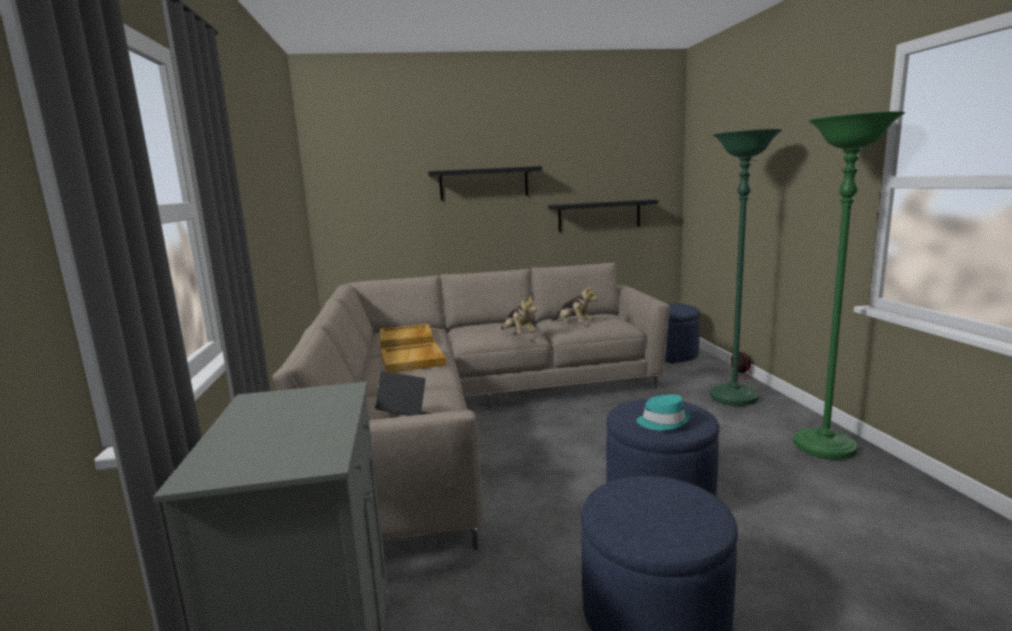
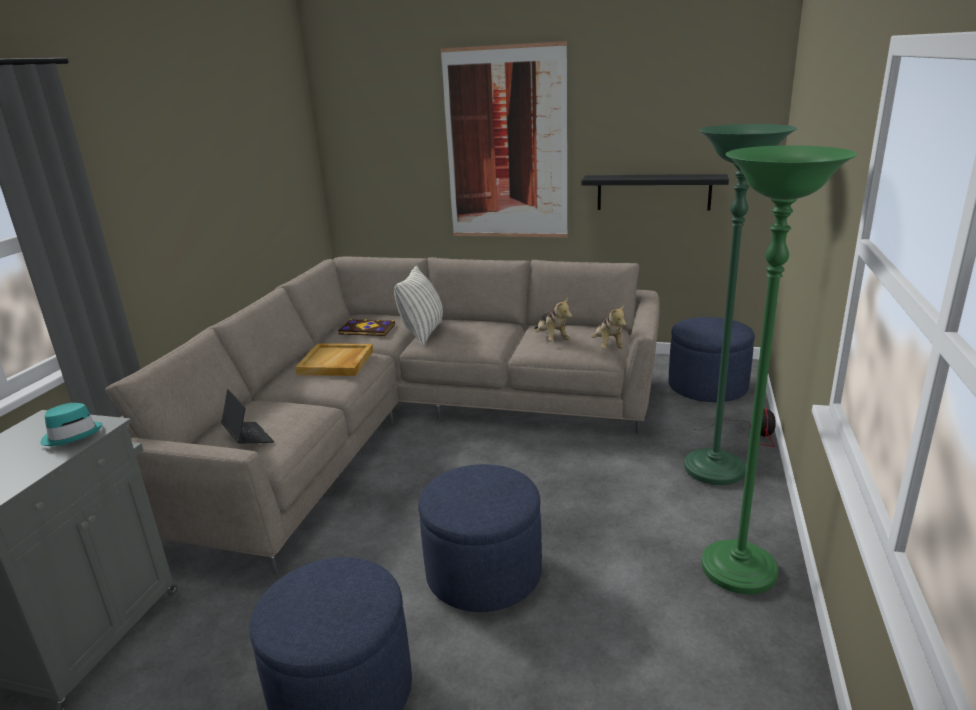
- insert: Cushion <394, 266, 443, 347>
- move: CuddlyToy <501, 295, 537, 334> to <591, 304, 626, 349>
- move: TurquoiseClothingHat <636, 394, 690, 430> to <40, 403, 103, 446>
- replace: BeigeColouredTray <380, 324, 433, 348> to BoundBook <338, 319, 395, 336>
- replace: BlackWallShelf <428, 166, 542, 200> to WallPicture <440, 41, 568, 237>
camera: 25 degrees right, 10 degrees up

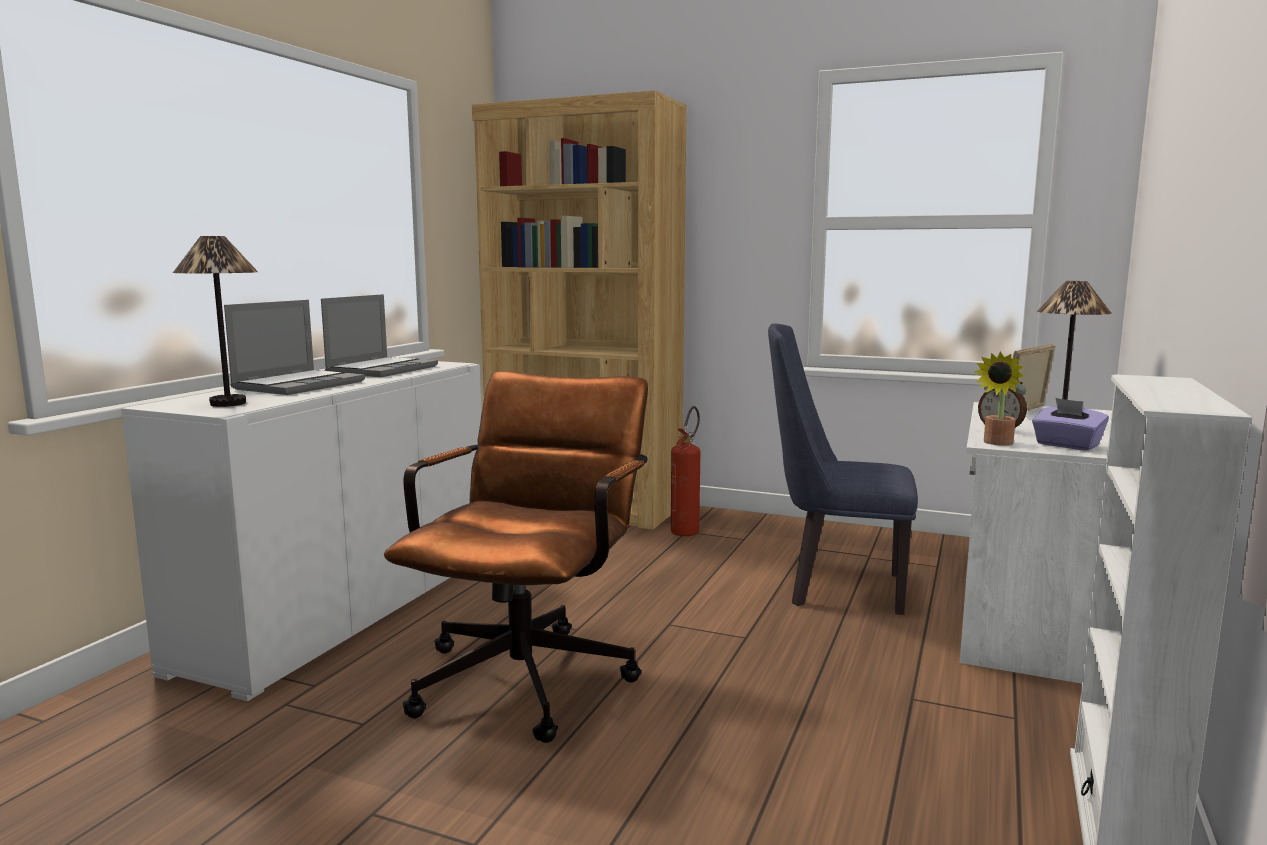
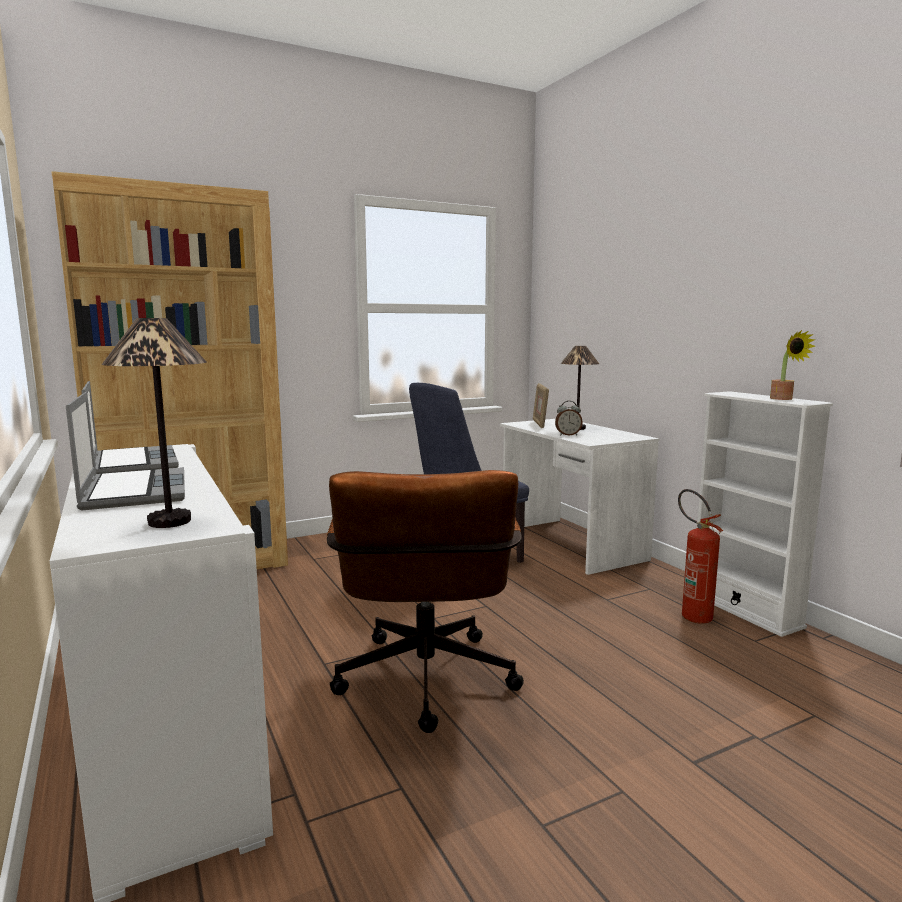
- delete: PurpleColouredBoxOfTissues <1032, 398, 1109, 451>
- move: FireFightingCylinder <671, 406, 700, 536> to <678, 489, 723, 624>
- move: PottedPlant <974, 352, 1024, 446> to <770, 330, 815, 400>
- rotate: BrownDeskChair <384, 371, 648, 743> = <327, 470, 524, 733> 150 degrees counterclockwise
camera: 50 degrees left, 0 degrees up

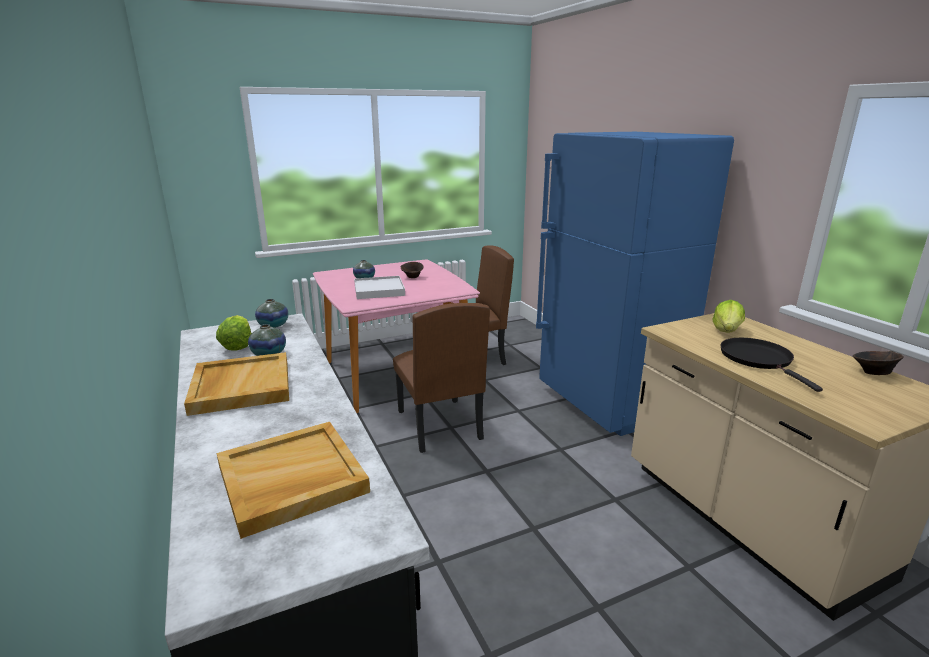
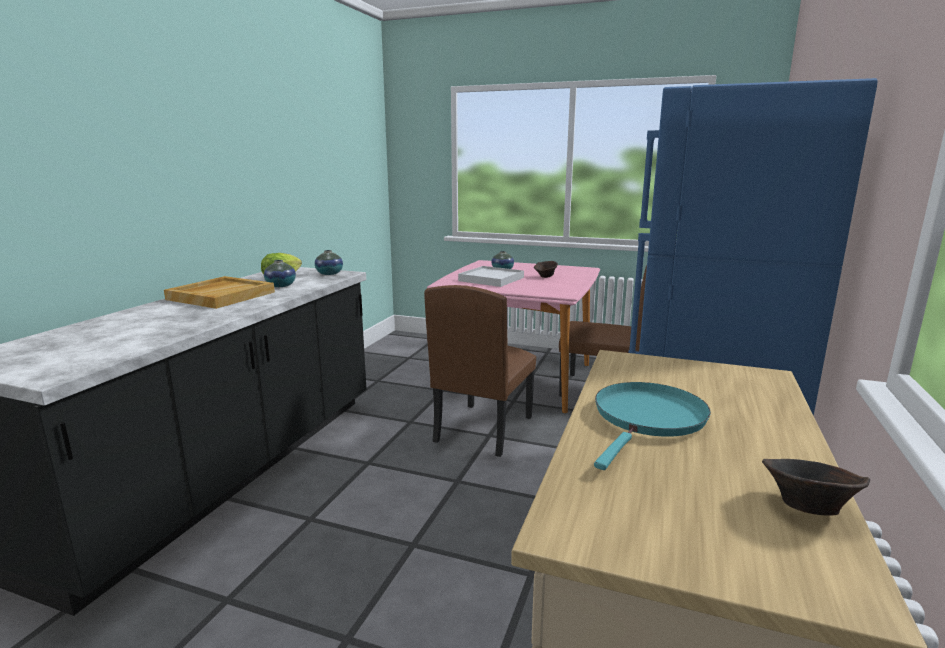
- delete: BeigeColouredTray <217, 422, 370, 539>
- delete: Lettuce <712, 300, 745, 332>
- recolor: BlackPan <721, 338, 823, 392> to TurquoisePan <594, 382, 711, 470>
camera: 45 degrees right, 5 degrees down

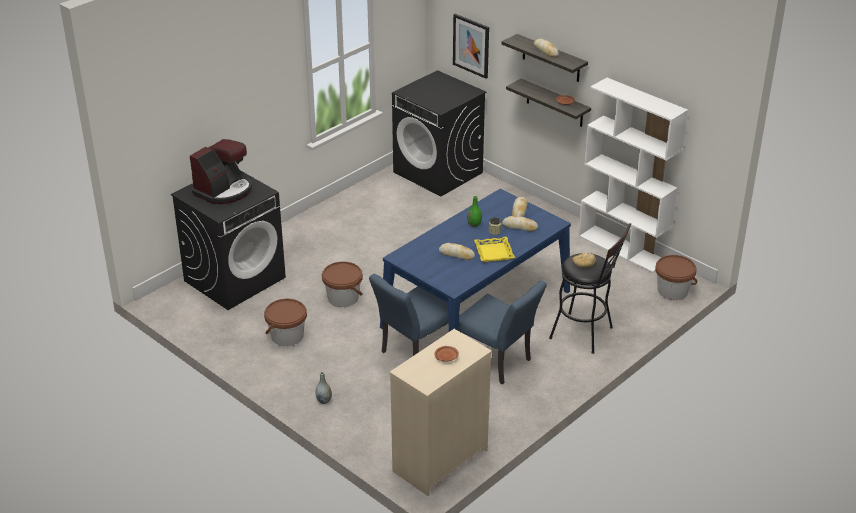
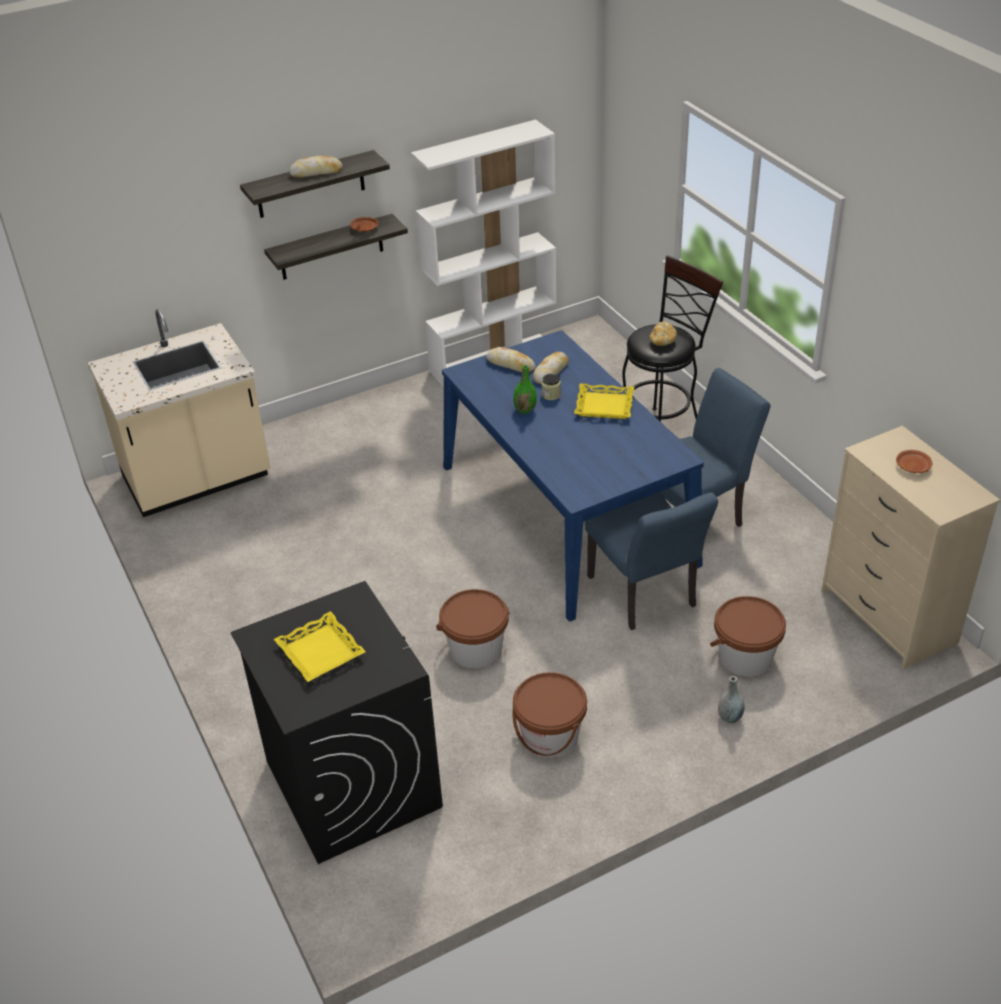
- delete: BakedBread <439, 243, 475, 260>
- delete: WallPicture <453, 14, 489, 79>
- move: BrownWaterBucket <655, 255, 697, 300> to <710, 596, 786, 677>
- replace: CoffeeMaker <190, 139, 252, 204> to YellowishTray <274, 611, 366, 682>
- replace: BlackLaundryAppliance <392, 70, 487, 196> to BeigeColouredCounter <88, 309, 271, 517>
camera: 70 degrees left, 5 degrees up

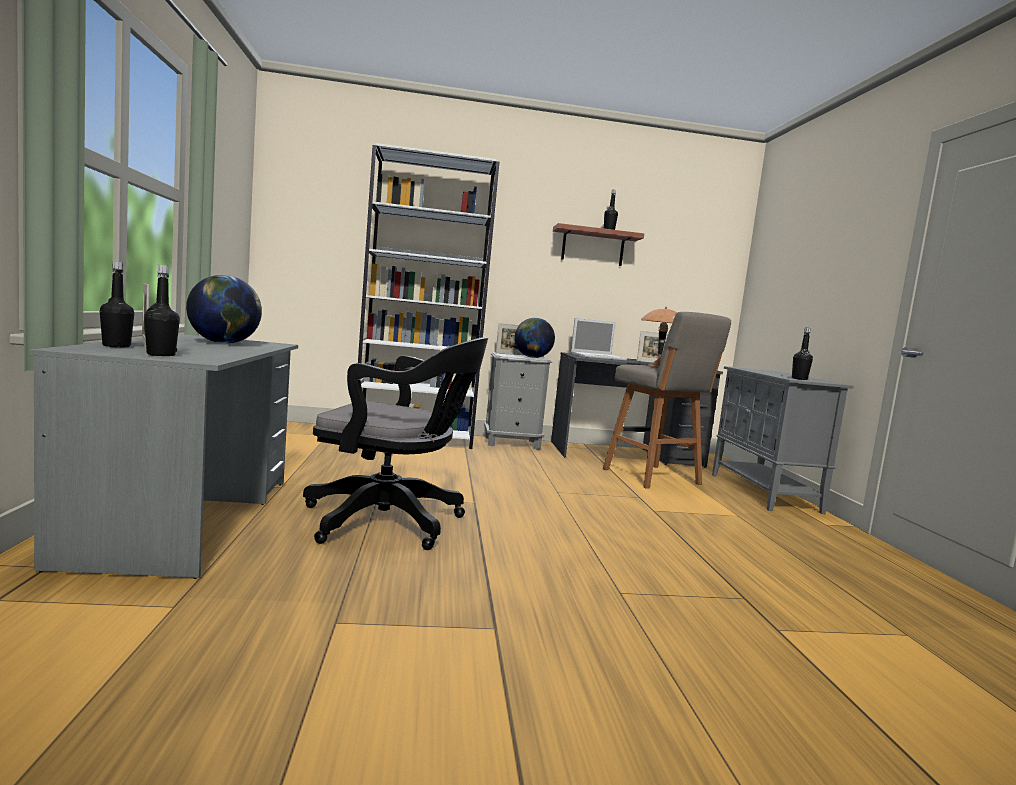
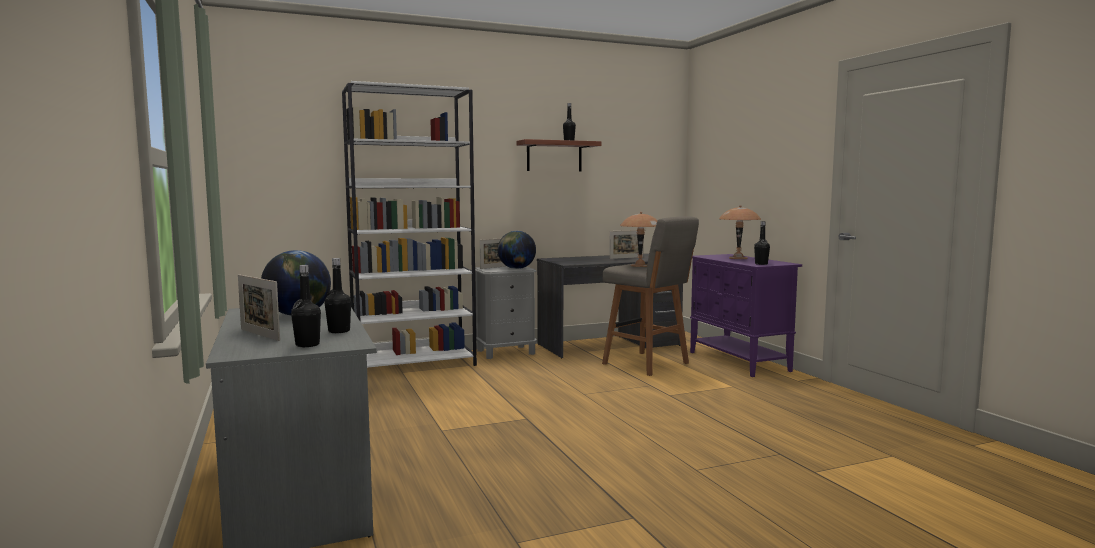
- delete: BlackDeskChair <303, 337, 488, 550>
- delete: Laptop <571, 318, 627, 361>
- insert: BrownTableLamp <719, 205, 761, 259>
- move: BlackDrinkBottle <100, 261, 134, 347> to <325, 258, 351, 333>
- recolor: GreyStorageCabinet <712, 366, 854, 514> to PurpleColouredStorageCabinet <690, 254, 802, 377>
camera: 15 degrees left, 0 degrees up

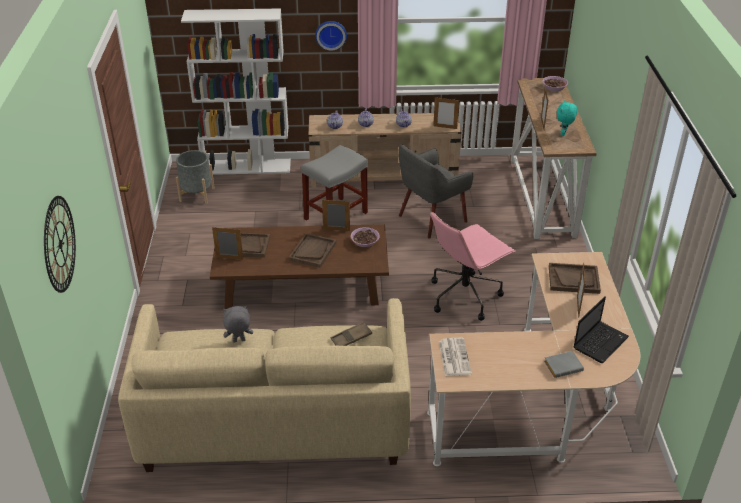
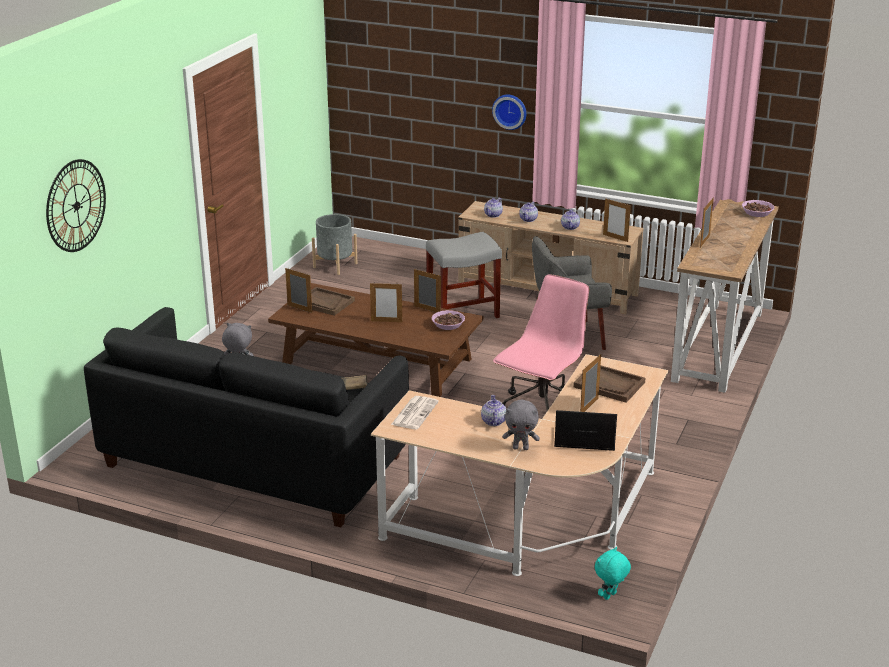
- delete: WhiteColouredBookcase <181, 8, 291, 175>
- insert: PotForTea <481, 395, 506, 426>
- move: TurquoiseCuddlyToy <557, 101, 577, 136> to <595, 547, 631, 600>
- replace: BrownTray <289, 233, 336, 268> to StandingFrame <370, 283, 402, 322>
- replace: GreyBoundBook <544, 351, 584, 378> to GreyCuddlyToy <503, 400, 540, 450>
- recolor: BeigeColouredSettee <118, 298, 411, 472> to BlackSettee <84, 307, 409, 527>
- rotate: PinkishDeskChair <431, 211, 516, 321> = <493, 275, 589, 411> 135 degrees clockwise
- rotate: Laptop <574, 296, 629, 363> = <554, 410, 617, 451> 150 degrees counterclockwise
camera: 25 degrees right, 10 degrees down

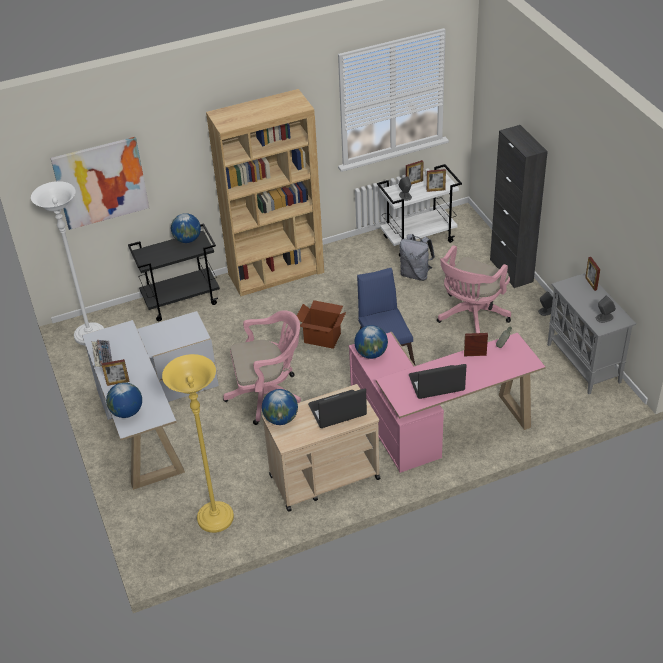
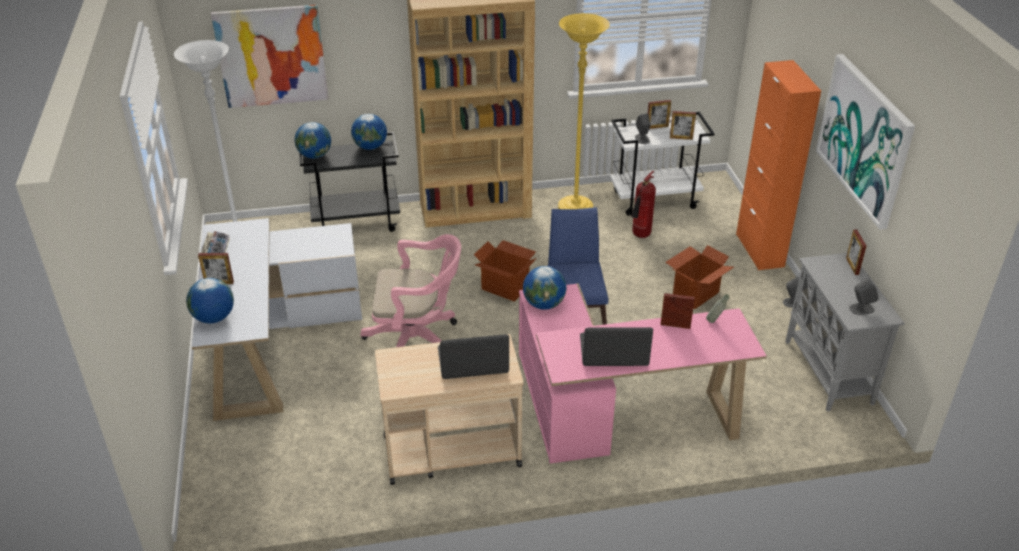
- insert: WallPicture <816, 54, 915, 230>
- move: YellowishStandardLamp <162, 354, 234, 533> to <558, 13, 610, 209>
- move: WorldGlobe <262, 389, 298, 425> to <295, 122, 331, 158>
- replace: GreyBackpack <400, 234, 435, 281> to FireFightingCylinder <631, 171, 656, 238>
- replace: PinkishDeskChair <437, 245, 511, 333> to CardboardBox <665, 245, 734, 309>
- recolor: BlackStorageCabinet <490, 125, 548, 288> to OrangeyStorageCabinet <736, 60, 821, 270>
camera: 10 degrees right, 5 degrees down

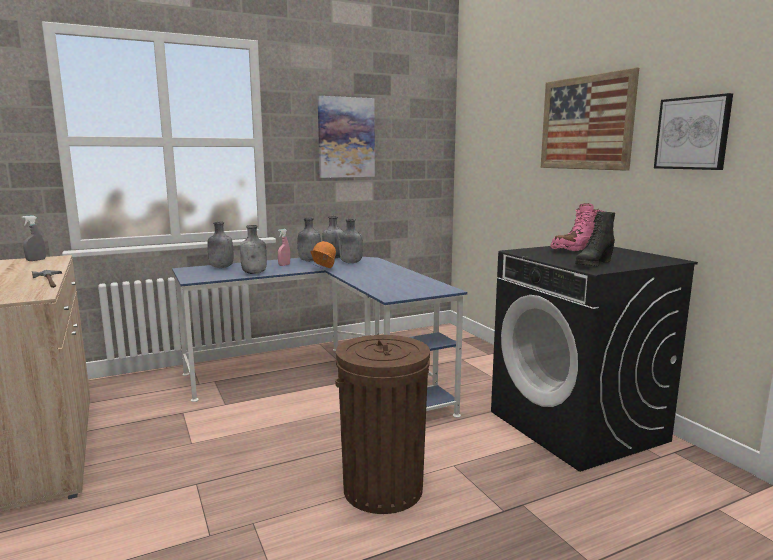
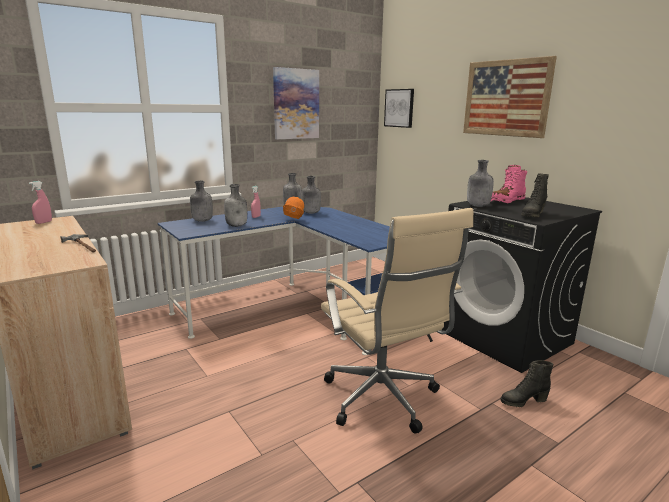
- insert: BlackHighTopBoot <500, 360, 554, 407>
- move: GreyDrinkBottle <298, 218, 321, 261> to <467, 160, 494, 207>
- move: WallPicture <654, 93, 733, 170> to <384, 89, 414, 128>
- replace: BrownWasteBin <335, 335, 430, 514> to BeigeColouredDeskChair <321, 208, 474, 434>
- recolor: GreySprayer <22, 215, 46, 261> to PinkishSprayer <29, 181, 52, 224>
camera: 10 degrees left, 5 degrees up

